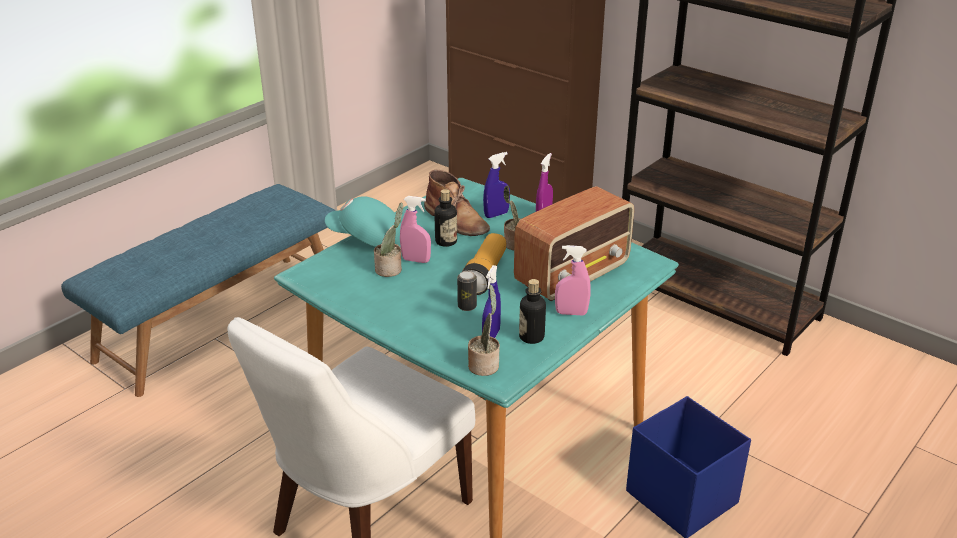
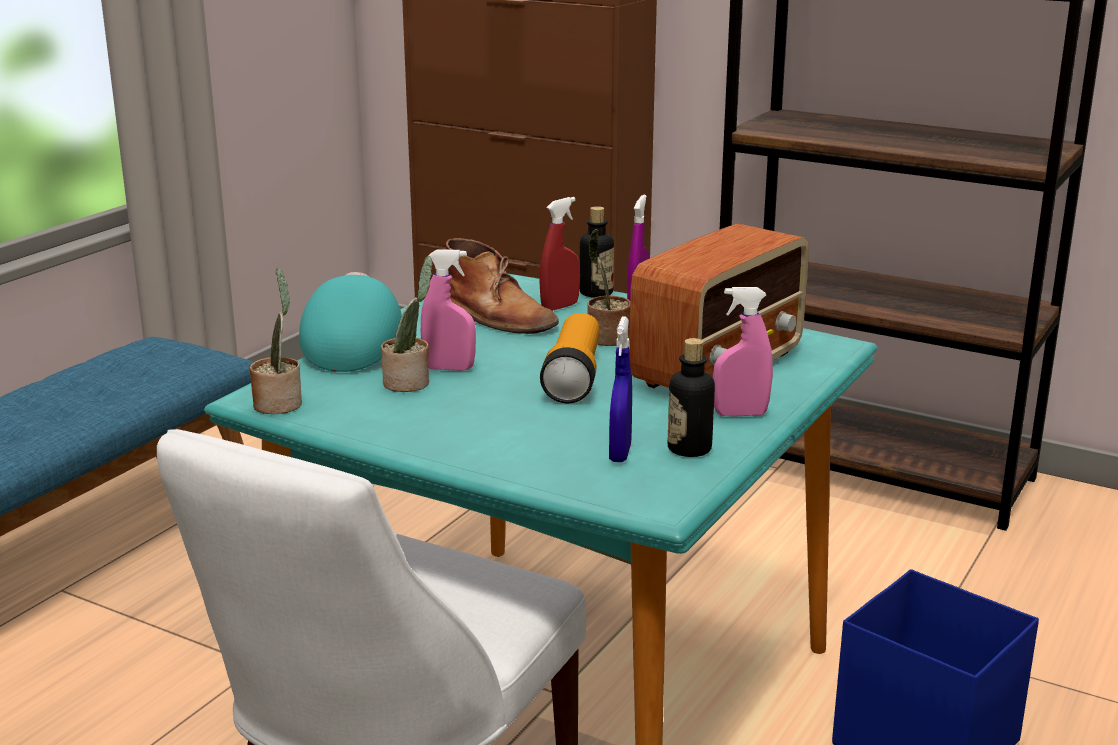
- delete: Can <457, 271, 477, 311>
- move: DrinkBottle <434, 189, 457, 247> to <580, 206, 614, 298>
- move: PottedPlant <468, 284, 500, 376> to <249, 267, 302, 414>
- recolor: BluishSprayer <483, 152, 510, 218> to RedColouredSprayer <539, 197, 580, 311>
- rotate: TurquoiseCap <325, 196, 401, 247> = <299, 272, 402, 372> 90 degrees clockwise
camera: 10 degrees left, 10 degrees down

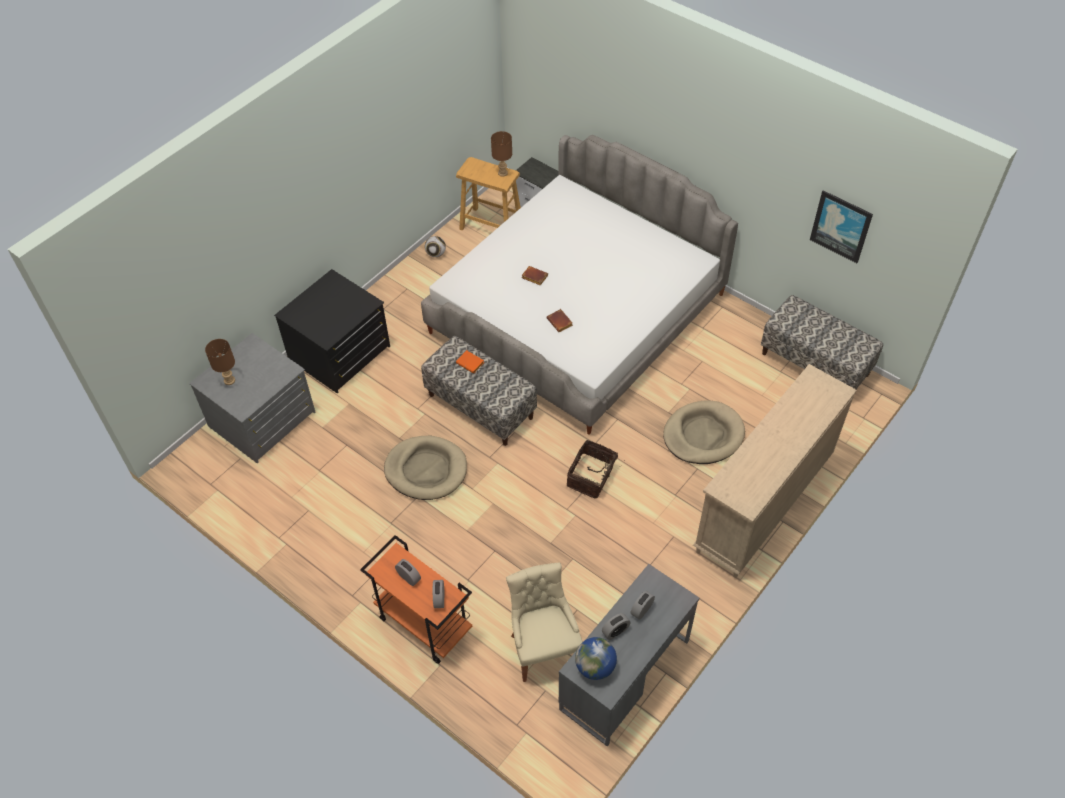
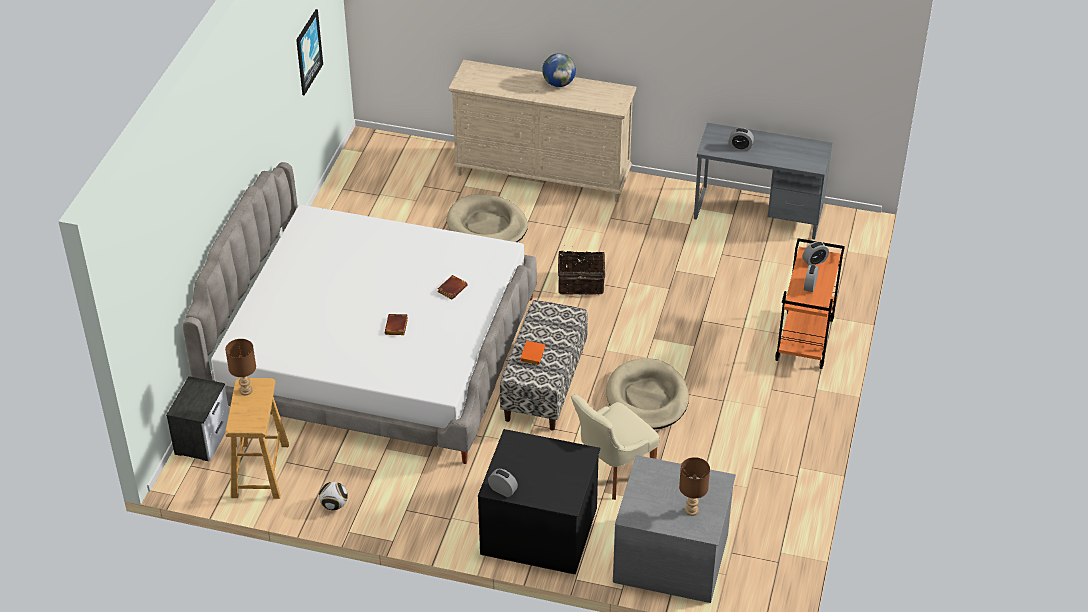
- delete: LongSeat <761, 295, 883, 389>
- move: BeigeColouredUprightChair <506, 563, 583, 682> to <571, 394, 660, 500>
- move: WorldGlobe <575, 637, 617, 680> to <542, 53, 576, 87>
- move: AlarmClock <602, 613, 630, 640> to <488, 469, 518, 497>
camera: 115 degrees left, 10 degrees down

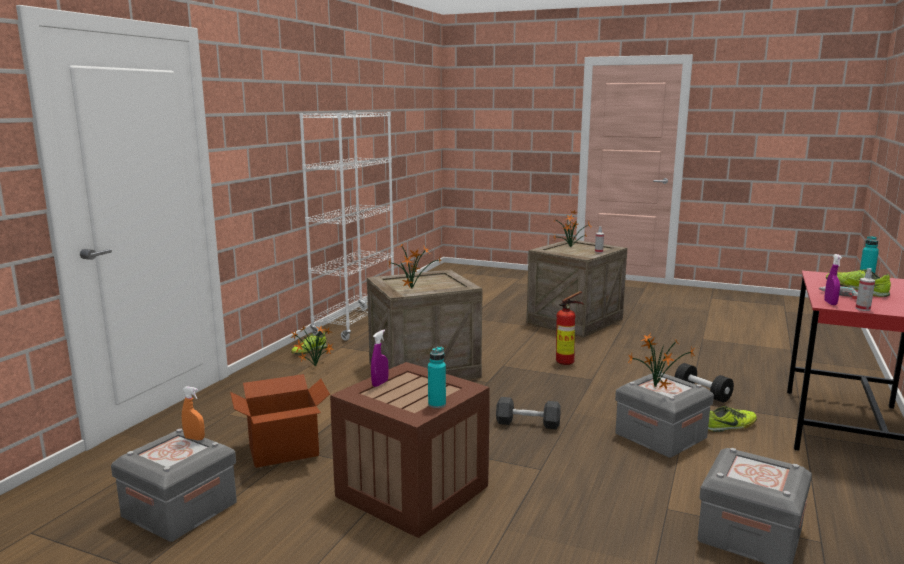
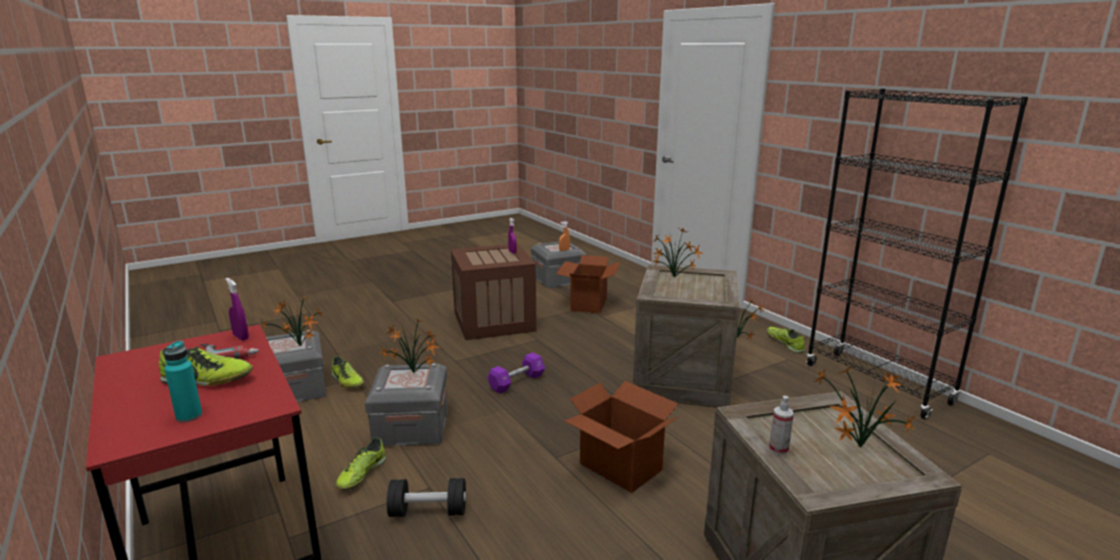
- delete: TurquoiseDrinkBottle <428, 346, 446, 408>
- delete: Sprayer <856, 268, 875, 311>
- insert: PottedPlant <261, 295, 322, 346>
- insert: ItemOfFootwear <331, 356, 364, 388>
- replace: FireFightingCylinder <556, 291, 584, 365> to CardboardBox <565, 381, 678, 493>
- recolor: WhiteColouredBookcase <299, 112, 394, 341> to BlackBookcase <806, 88, 1028, 419>
- recolor: BlackHandWeight <496, 397, 561, 429> to PurpleColouredHandWeight <488, 352, 545, 394>
camera: 125 degrees right, 5 degrees up

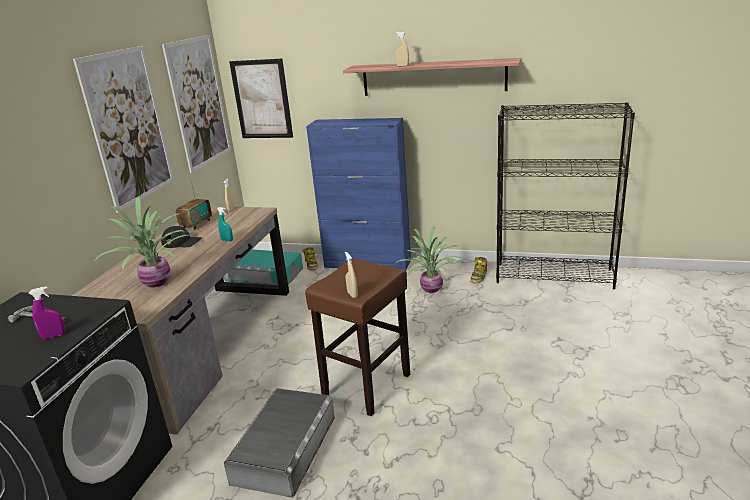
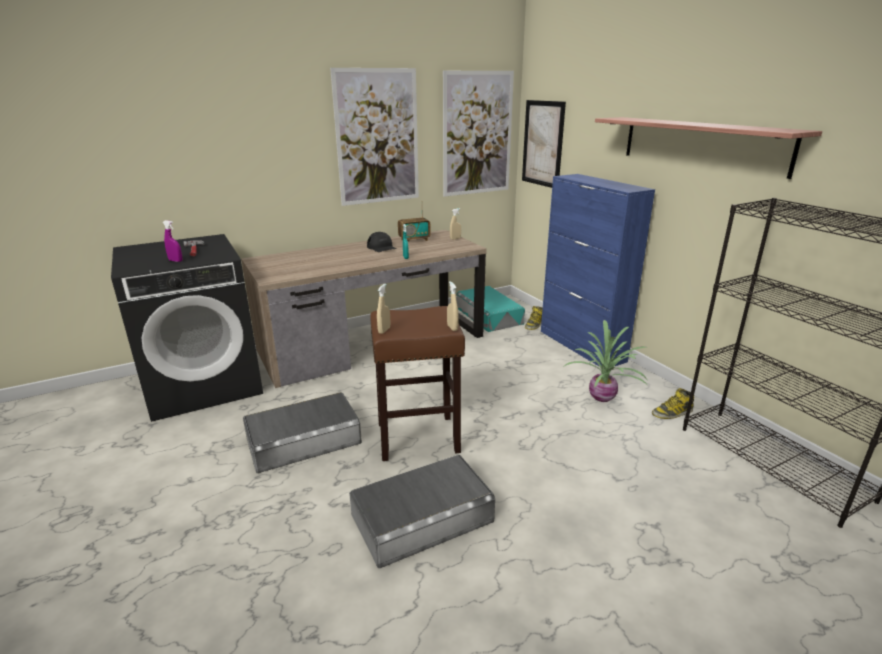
- delete: PottedPlant <95, 197, 192, 287>
- insert: GreyStorageBox <349, 455, 495, 568>
- move: BeigeColouredSprayer <395, 32, 409, 66> to <447, 281, 459, 331>
camera: 45 degrees right, 0 degrees up

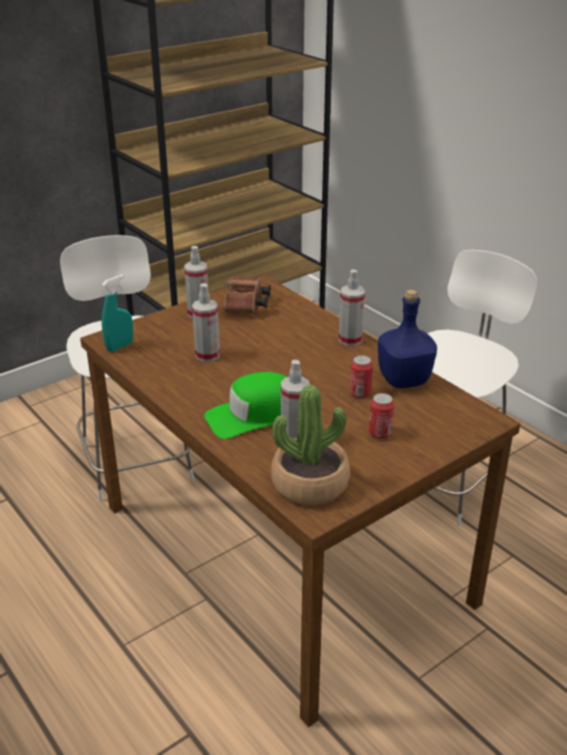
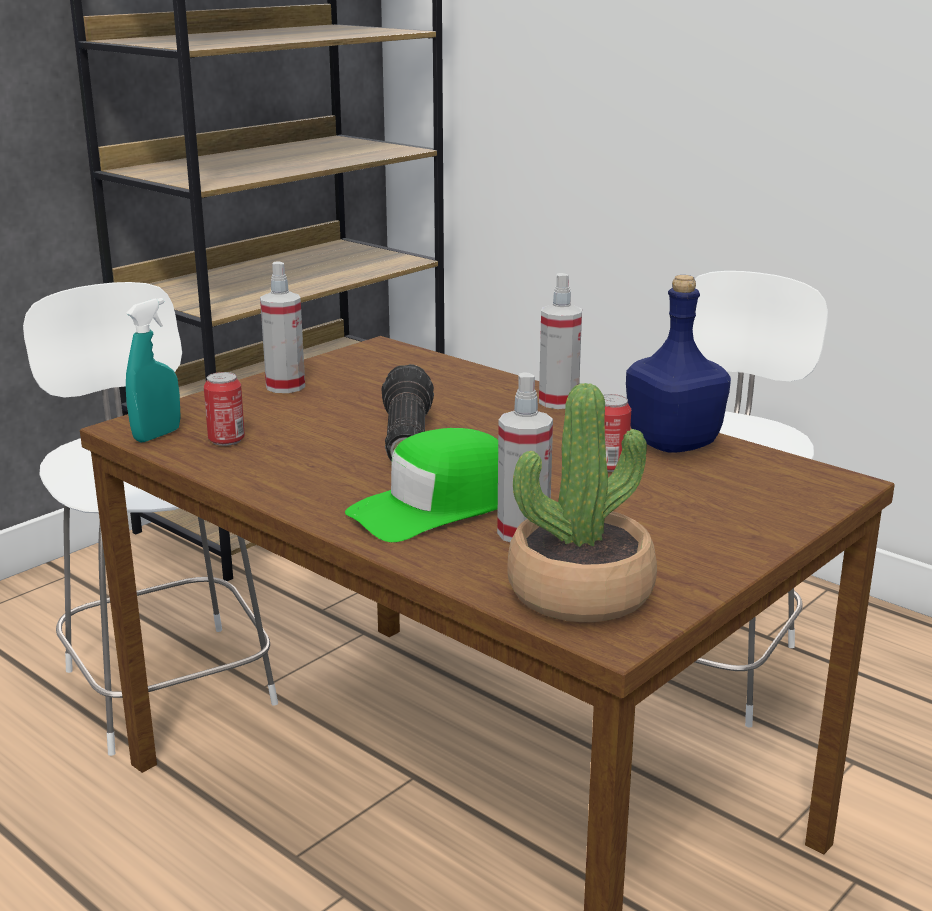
- delete: Sprayer <192, 283, 220, 362>
- delete: BrownPairOfBinoculars <223, 276, 271, 313>
- insert: Flashlight <381, 364, 434, 462>
- move: Can <369, 393, 394, 439> to <204, 372, 245, 446>
camera: 10 degrees left, 10 degrees down

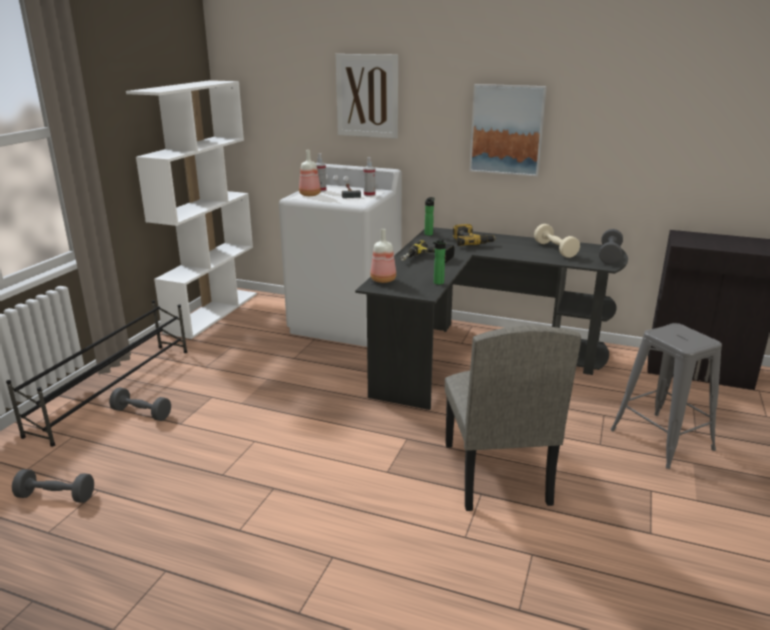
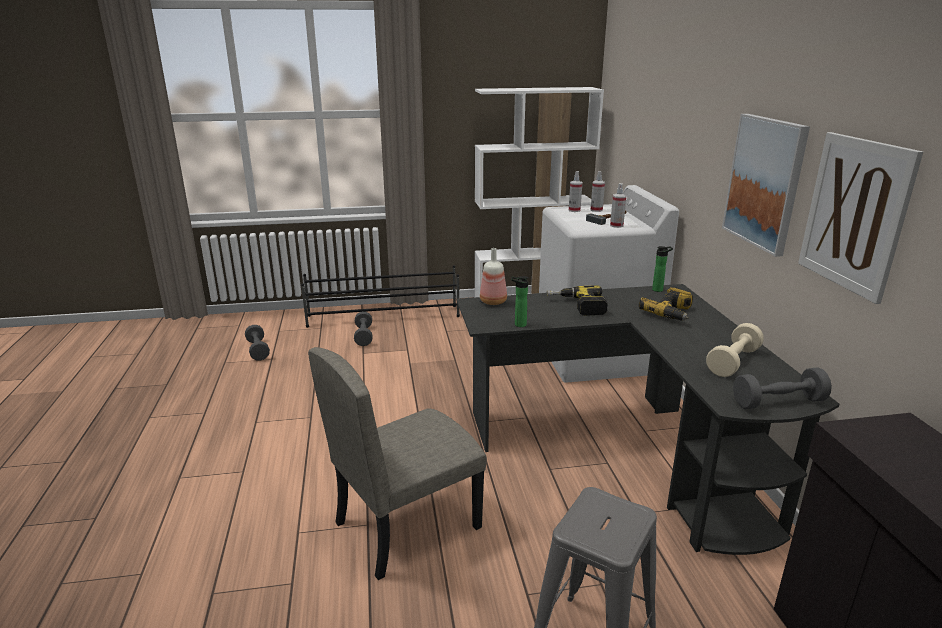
- move: WallPicture <336, 54, 398, 139> to <798, 132, 923, 304>
- replace: DrinkBottle <299, 150, 321, 196> to Sprayer <569, 171, 582, 212>
camera: 60 degrees right, 0 degrees up

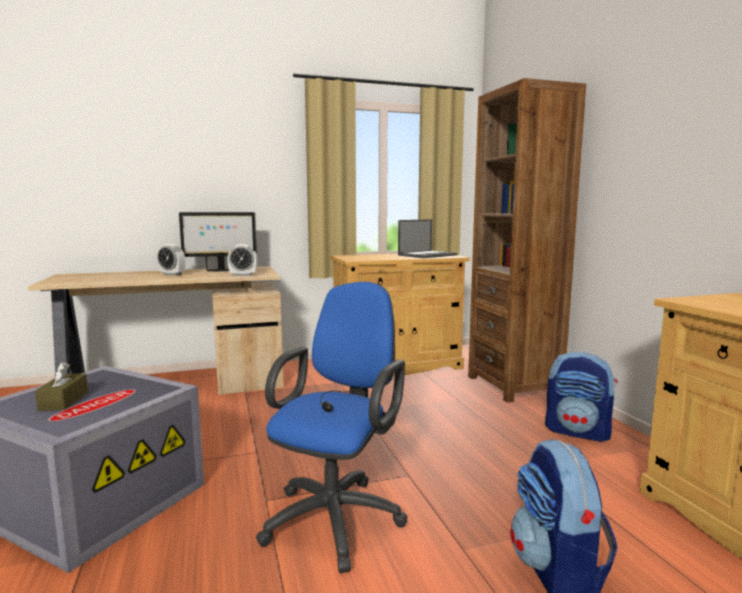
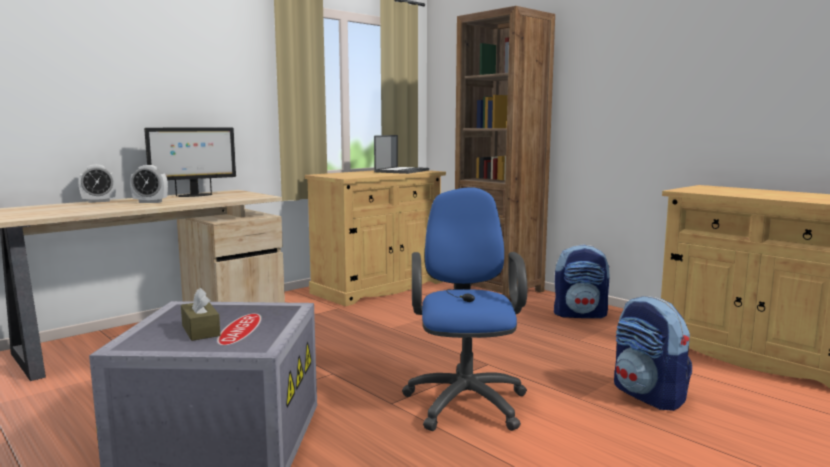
- move: AlarmClock <227, 244, 258, 276> to <78, 165, 116, 203>
camera: 25 degrees left, 0 degrees up

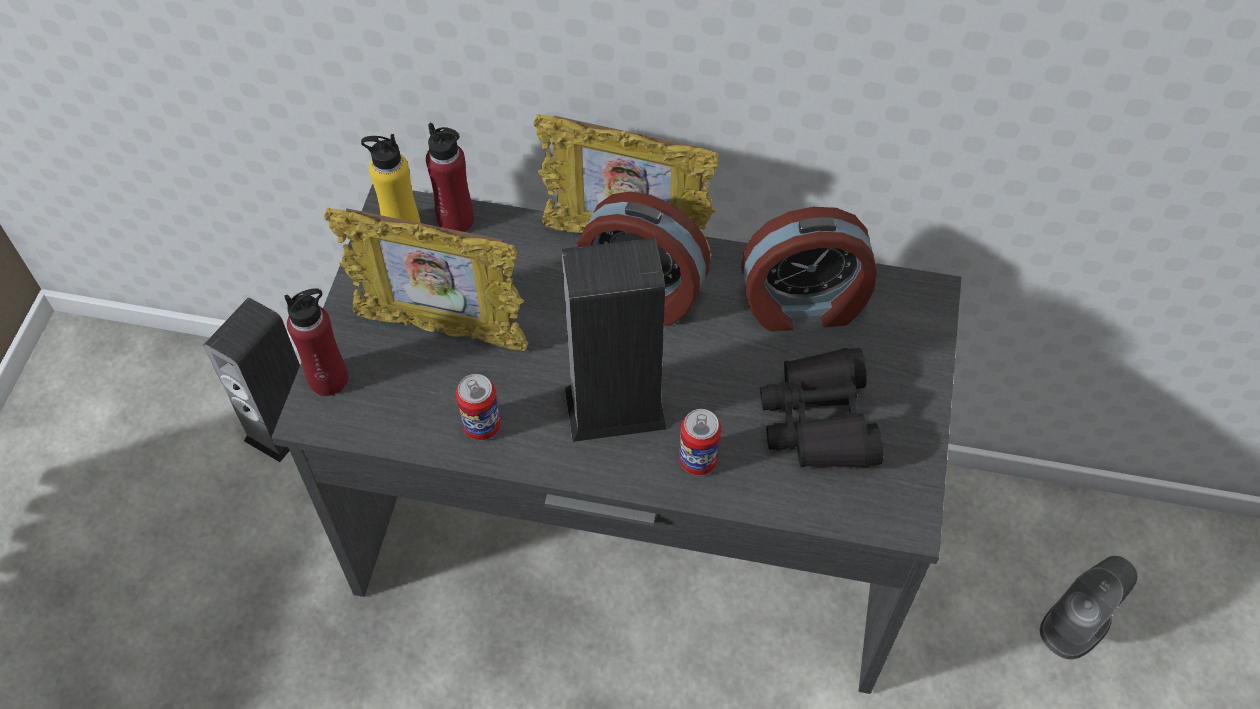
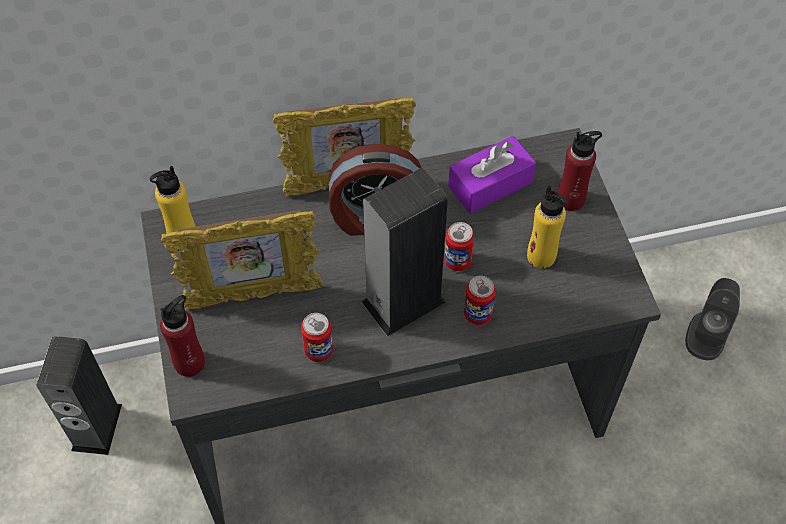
- insert: Can <444, 222, 474, 271>
- move: RedColouredDrinkBottle <426, 123, 474, 232> to <558, 131, 602, 211>
- replace: AlarmClock <741, 207, 877, 332> to PurpleColouredBoxOfTissues <448, 136, 536, 214>
- replace: BlackPairOfBinoculars <760, 348, 883, 468> to YellowishDrinkBottle <527, 185, 567, 268>
camera: 25 degrees left, 0 degrees up

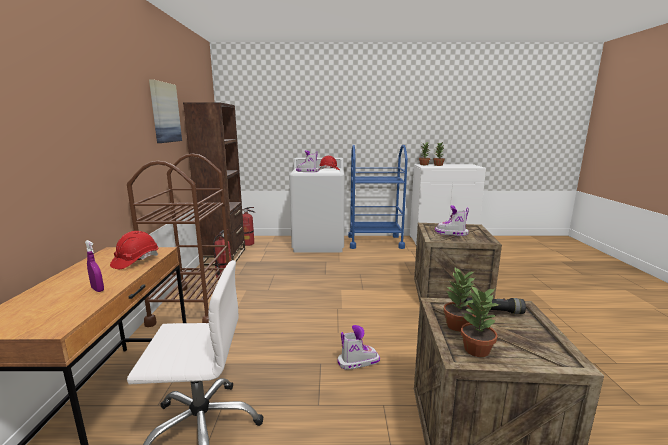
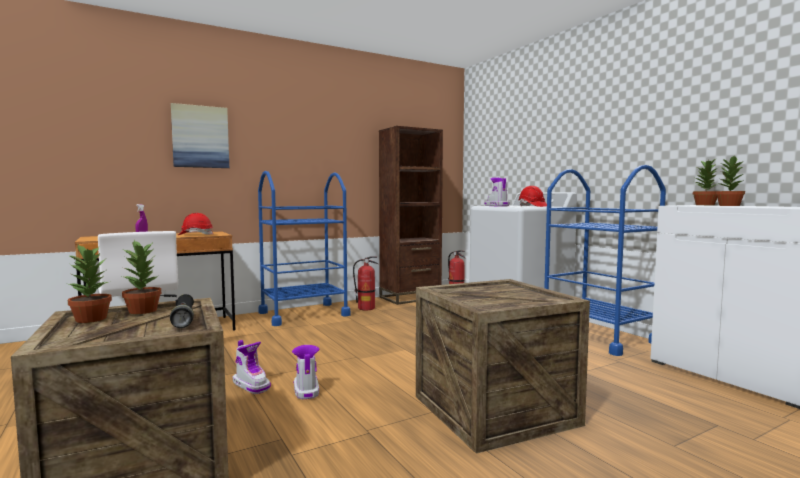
- move: WallPicture <149, 79, 182, 143> to <171, 103, 229, 168>
- move: HighTopBoot <435, 205, 469, 236> to <292, 345, 320, 399>
- recolor: BrownTrolley <127, 153, 230, 327> to BluishTrolley <258, 171, 350, 326>
camera: 60 degrees right, 10 degrees down

